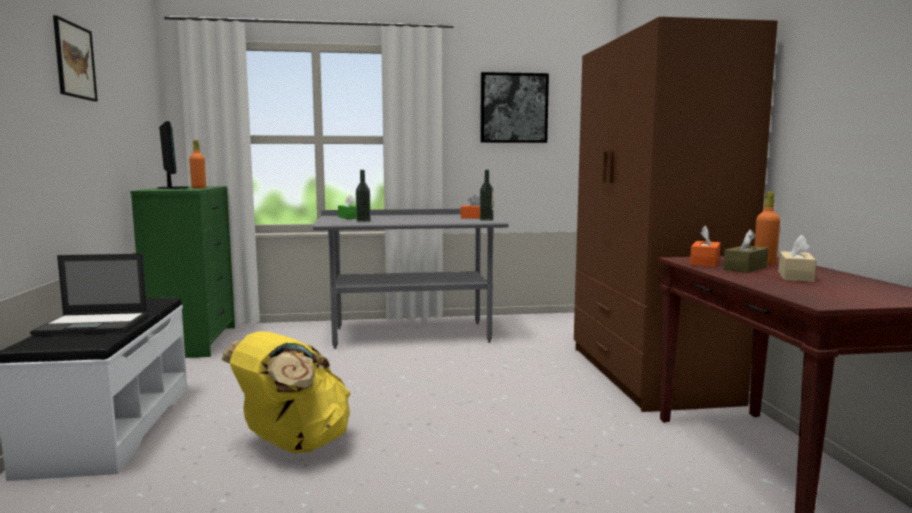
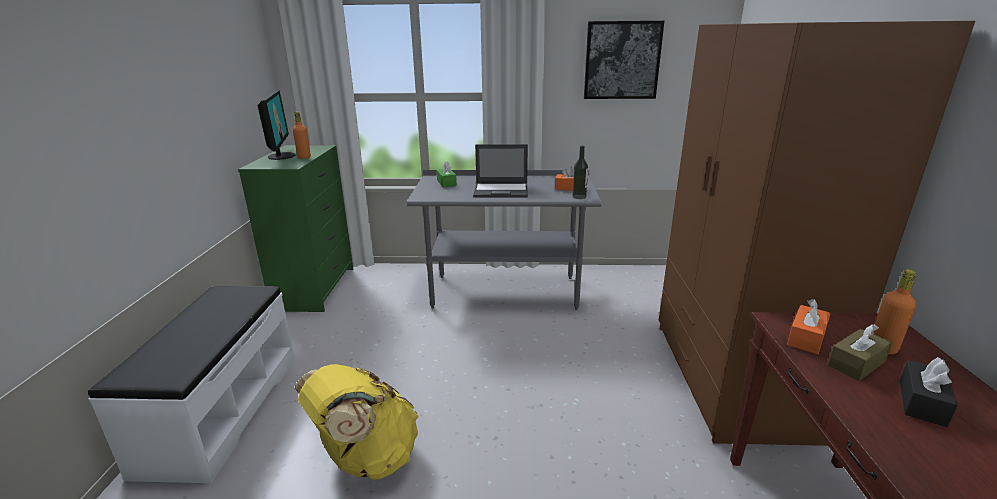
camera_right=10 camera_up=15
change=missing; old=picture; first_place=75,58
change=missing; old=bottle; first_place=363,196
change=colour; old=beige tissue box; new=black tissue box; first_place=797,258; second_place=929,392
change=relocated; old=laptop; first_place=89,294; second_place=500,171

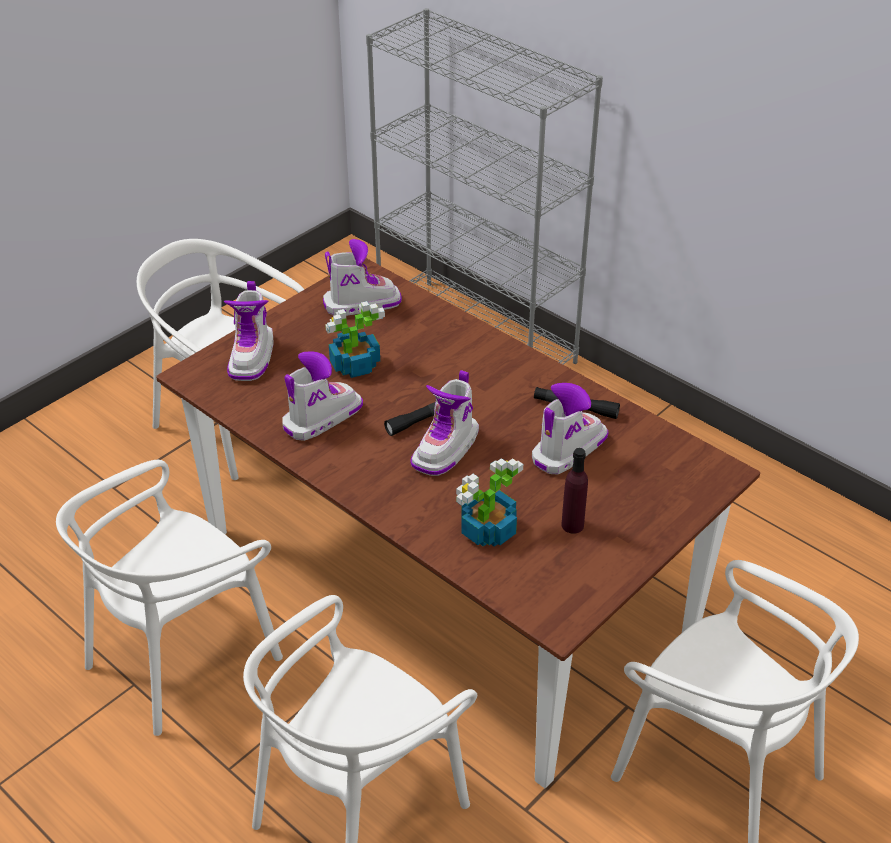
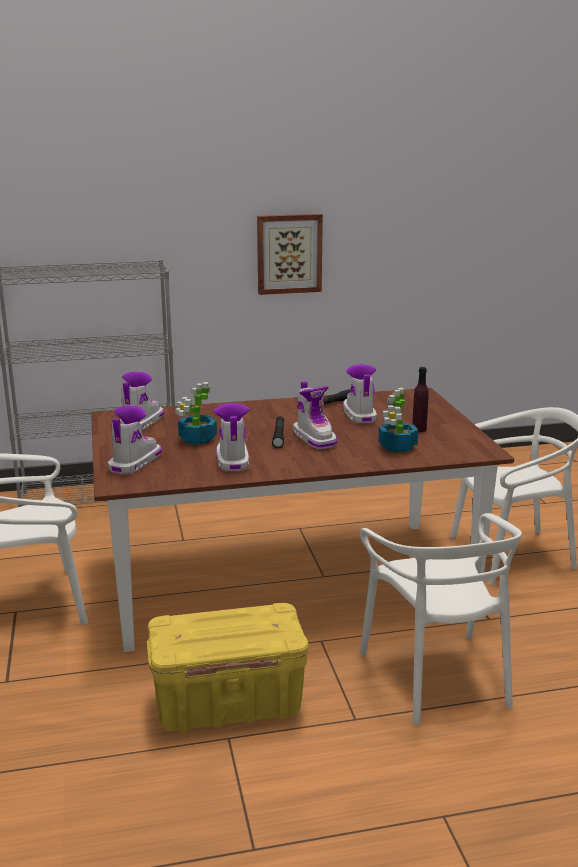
camera_right=-55 camera_up=-20
change=spun; old=boot; first_place=249,331; second_place=135,440; degrees=-105
change=exchanged; old=white chair; new=yellow storage box; first_place=169,598; second_place=228,668
change=appeared; new=picture; second_place=290,254

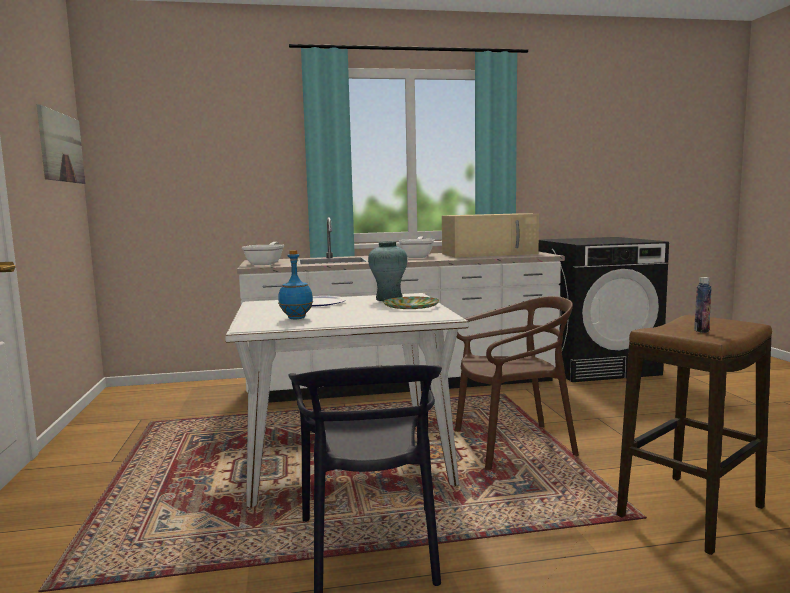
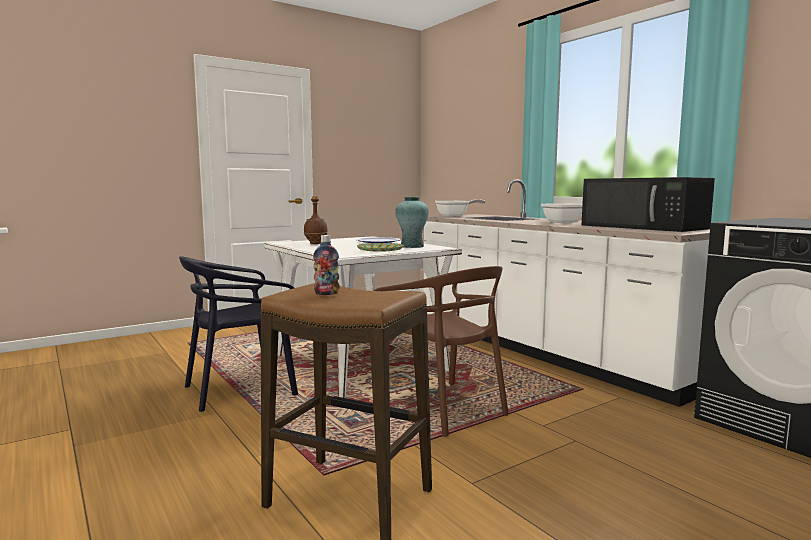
camera_right=65 camera_up=0
change=missing; old=picture; first_place=61,144
change=colour; old=beige microwave; new=black microwave; first_place=490,235; second_place=648,204
change=colour; old=blue bottle; new=brown bottle; first_place=295,284; second_place=316,220

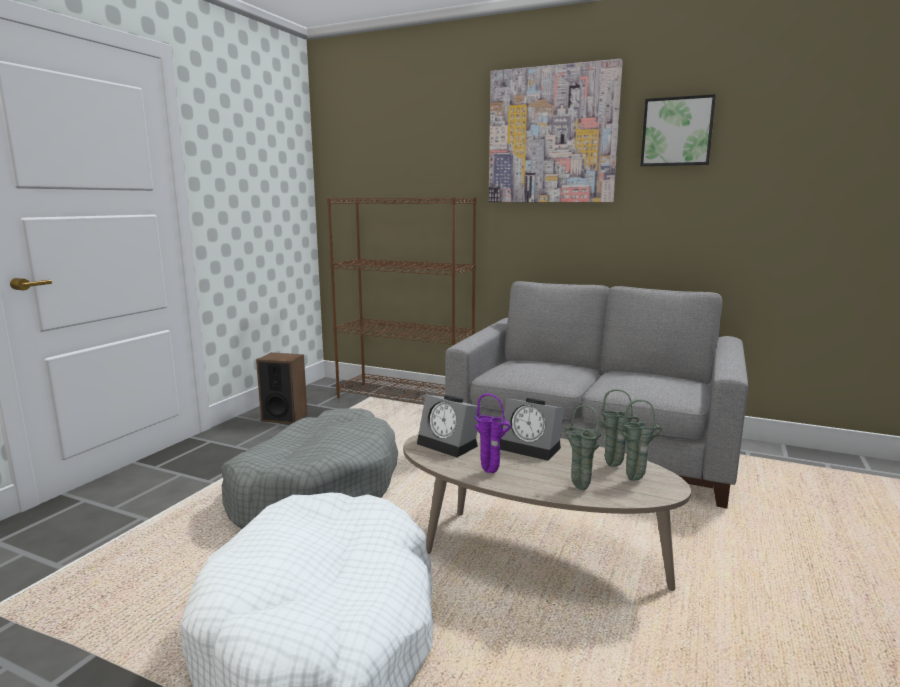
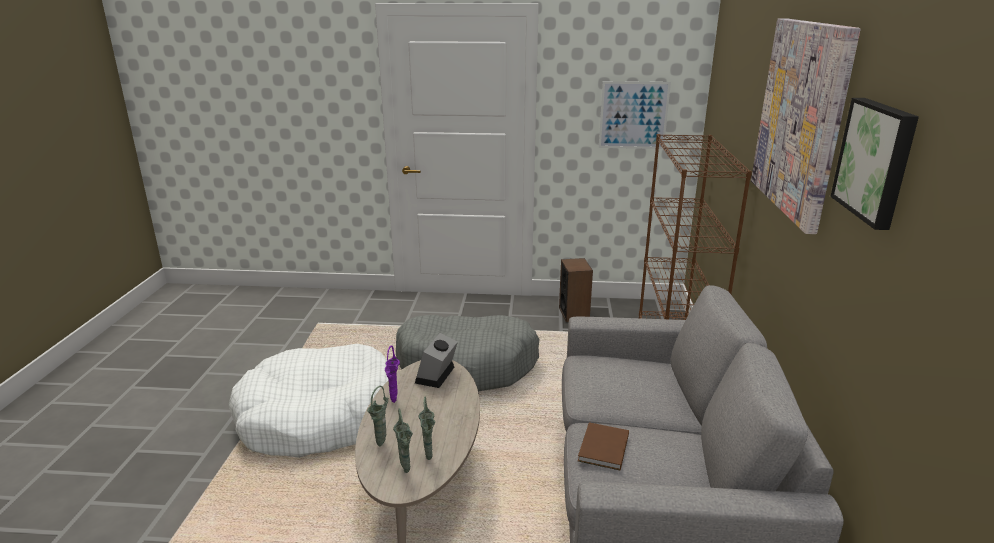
camera_right=70 camera_up=10
change=missing; old=alarm clock; first_place=532,429
change=appeared; new=picture; second_place=635,115
change=appeared; new=brown book; second_place=603,446

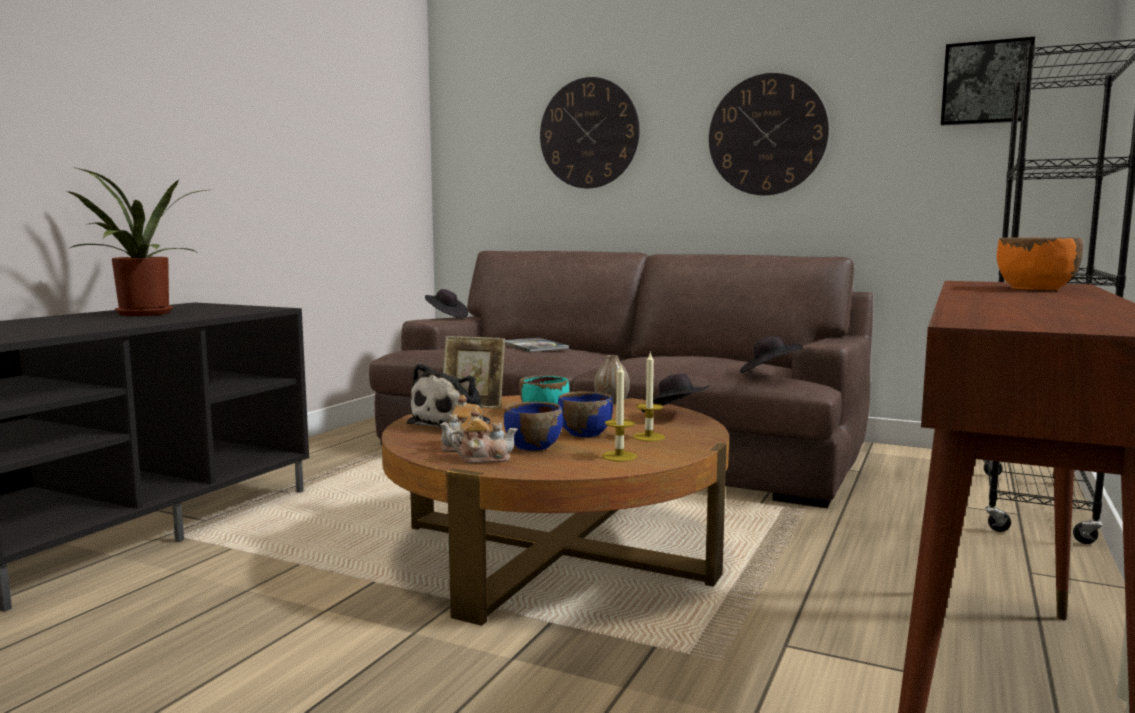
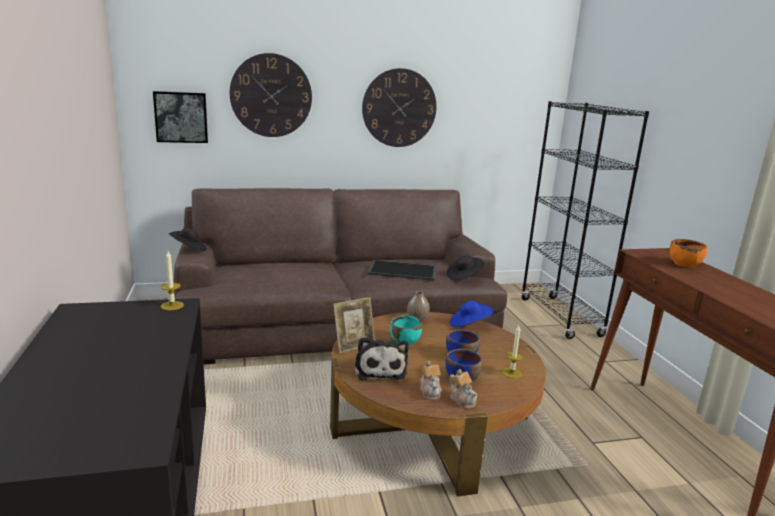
camera_right=-40 camera_up=10
change=relocated; old=picture; first_place=988,81; second_place=180,117
change=missing; old=potted plant; first_place=137,241
change=missing; old=book; first_place=537,344
change=relocated; old=candle; first_place=649,396; second_place=172,280
change=colour; old=black hat; new=blue hat; first_place=675,393; second_place=471,314
change=spun; old=teapot; first_place=483,436; second_place=463,389; degrees=105
change=appeared; new=tray; second_place=402,270

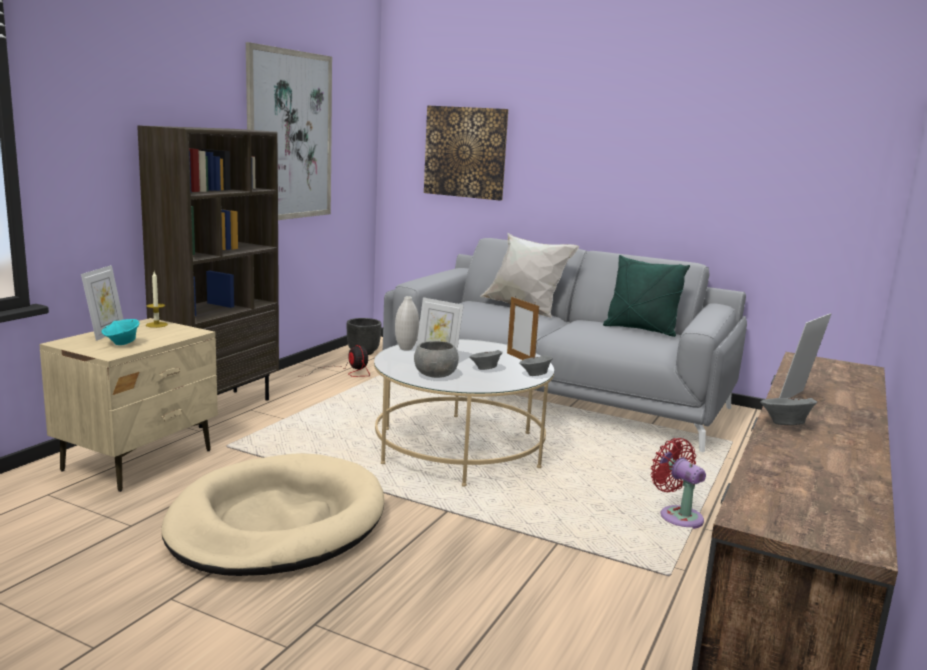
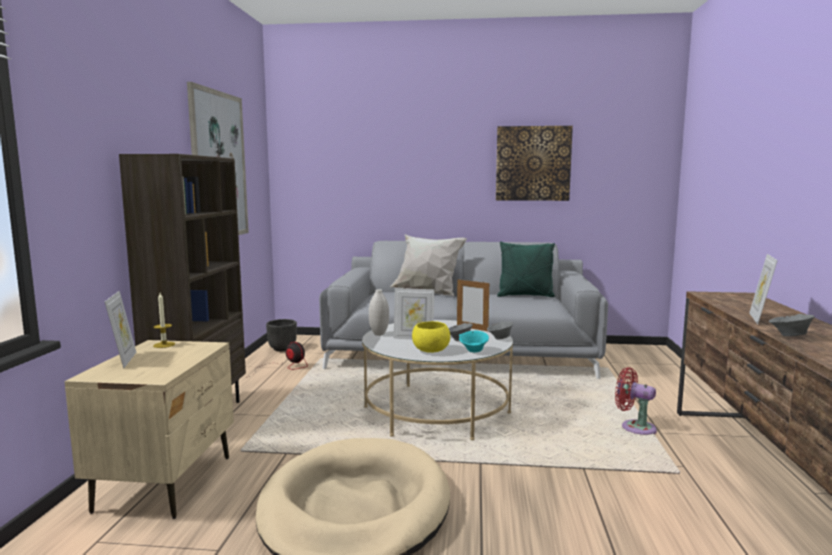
camera_right=-20 camera_up=-5
change=relocated; old=picture; first_place=466,152; second_place=534,163
change=relocated; old=turquoise bowl; first_place=120,332; second_place=474,341
change=colour; old=grey bowl; new=yellow bowl; first_place=436,359; second_place=431,337

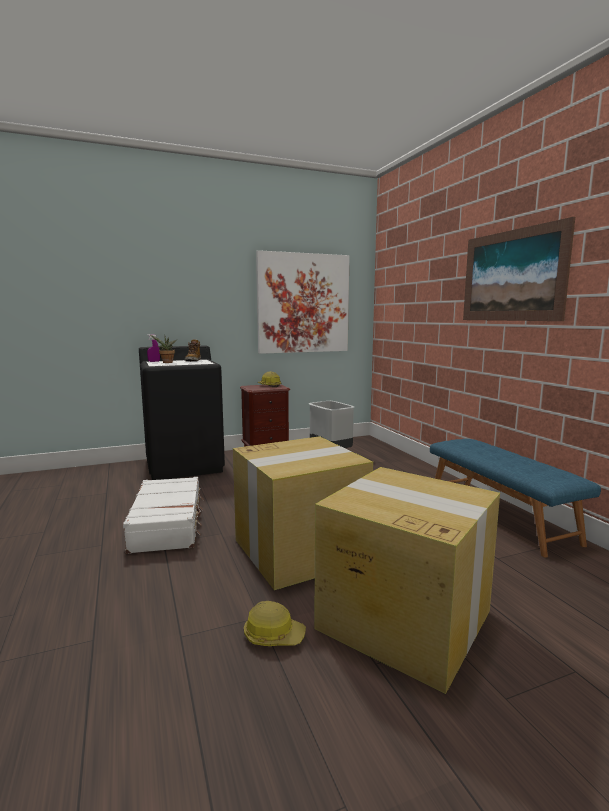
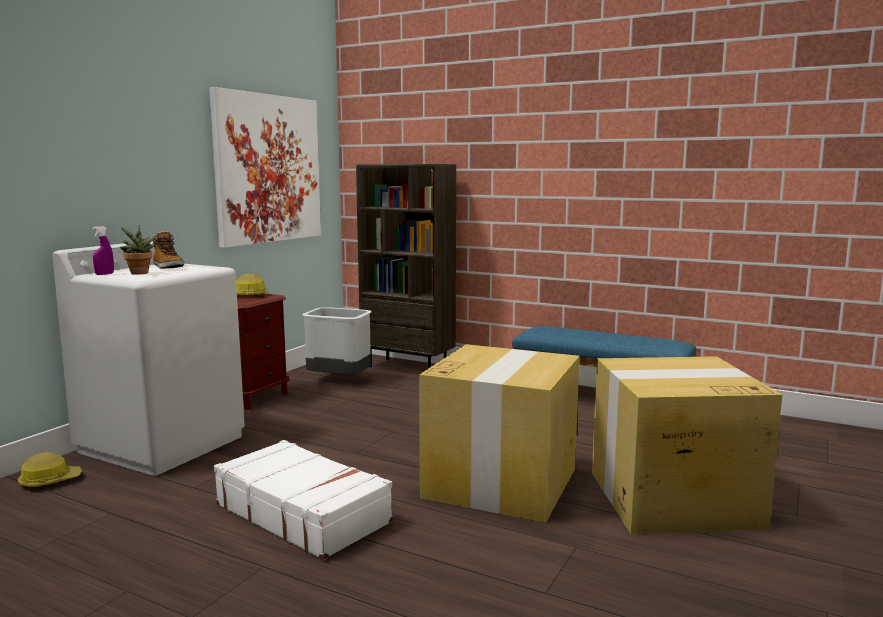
camera_right=-40 camera_up=0
change=missing; old=picture; first_place=519,269
change=colour; old=black washing machine; new=white washing machine; first_place=182,413; second_place=148,358
change=relocated; old=hard hat; first_place=275,623; second_place=50,470
change=appeared; new=brown bookcase; second_place=406,266

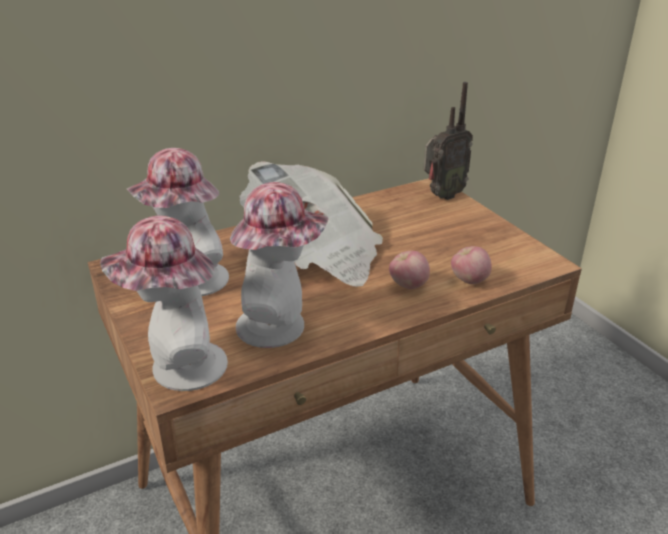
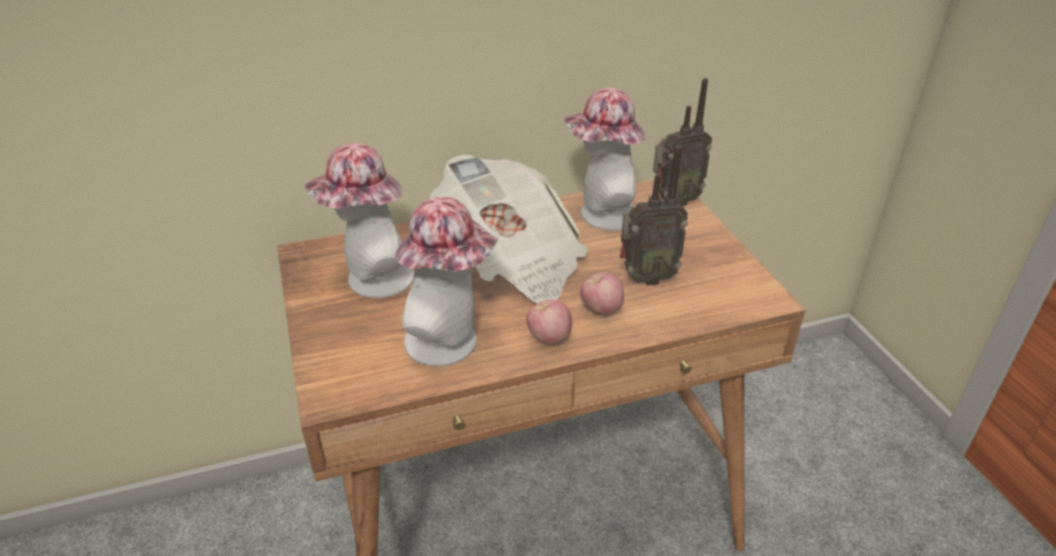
camera_right=10 camera_up=5
change=relocated; old=hat; first_place=164,303; second_place=604,159
change=relocated; old=apple; first_place=471,265; second_place=549,321
change=appeared; new=radio; second_place=654,215

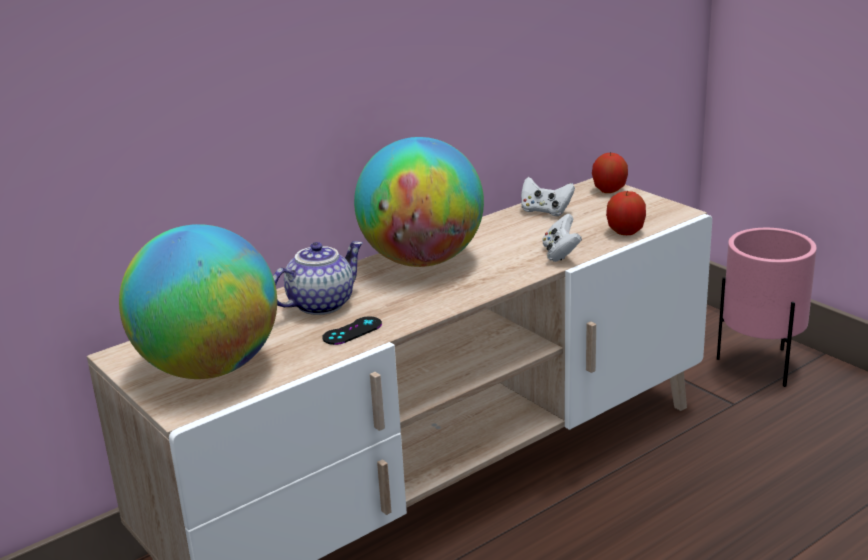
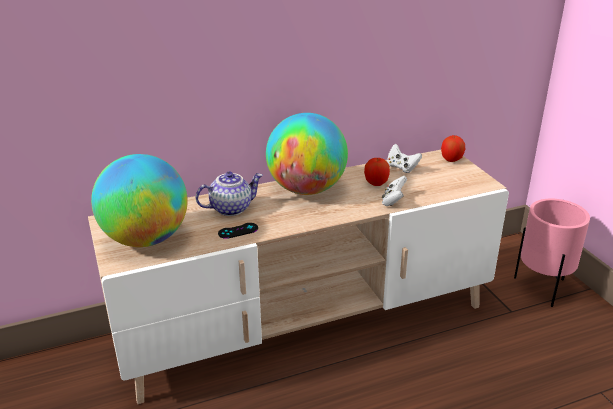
camera_right=15 camera_up=5
change=relocated; old=apple; first_place=626,213; second_place=377,172

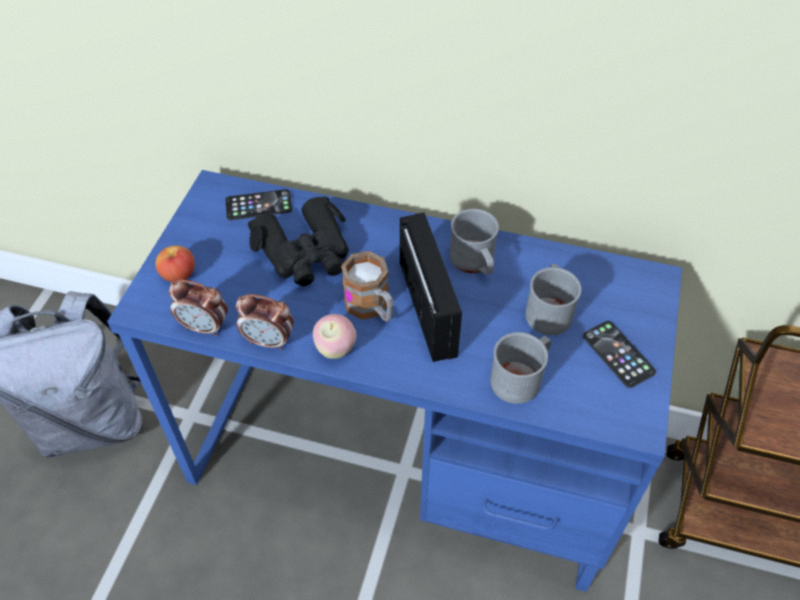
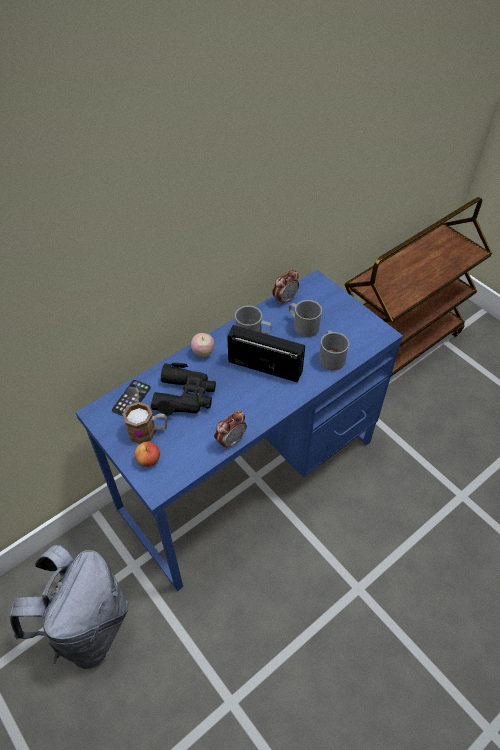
camera_right=-55 camera_up=0
change=relocated; old=mug; first_place=367,286; second_place=144,423
change=relocated; old=alarm clock; first_place=198,308; second_place=285,287
change=relocated; old=apple; first_place=334,336; second_place=202,345
change=missing; old=phone; first_place=619,354

